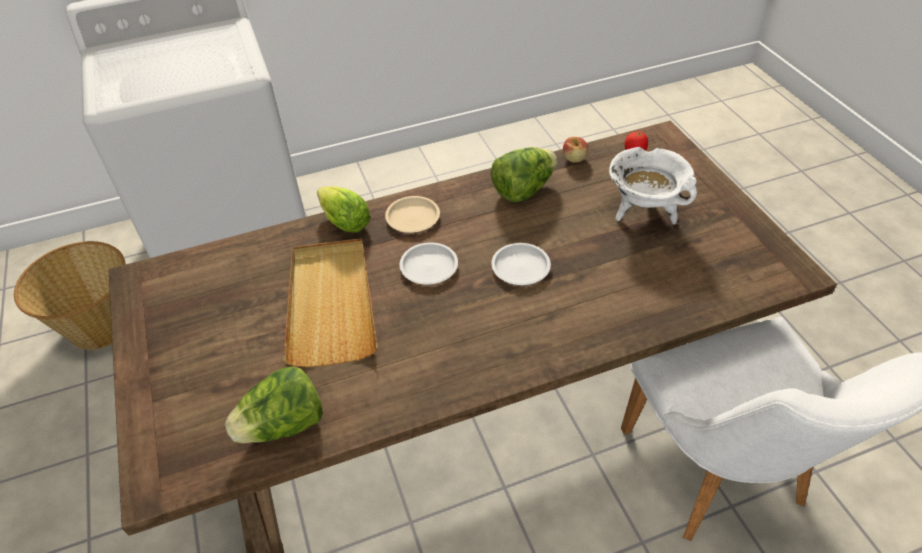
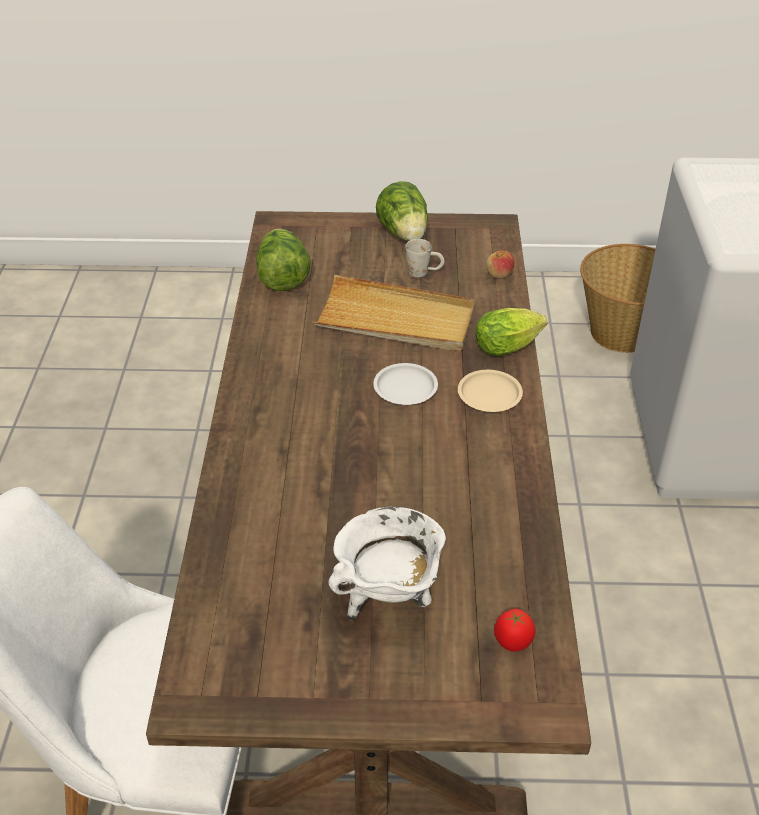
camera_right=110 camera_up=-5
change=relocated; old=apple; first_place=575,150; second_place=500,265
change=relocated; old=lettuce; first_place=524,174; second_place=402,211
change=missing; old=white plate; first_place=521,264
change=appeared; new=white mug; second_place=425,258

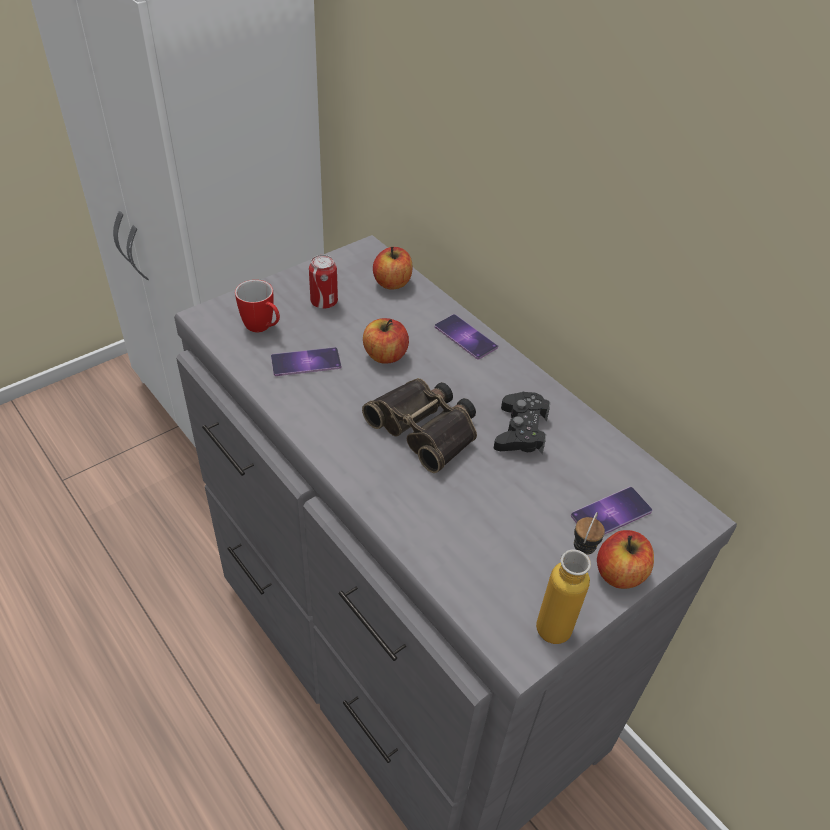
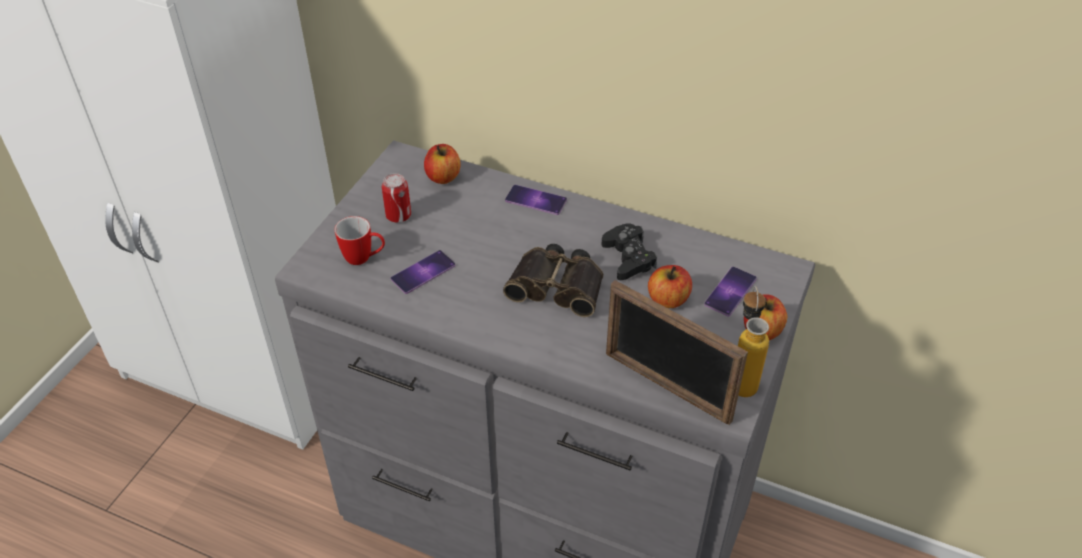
camera_right=-25 camera_up=0
change=relocated; old=apple; first_place=386,341; second_place=670,286
change=appeared; new=picture frame; second_place=677,352

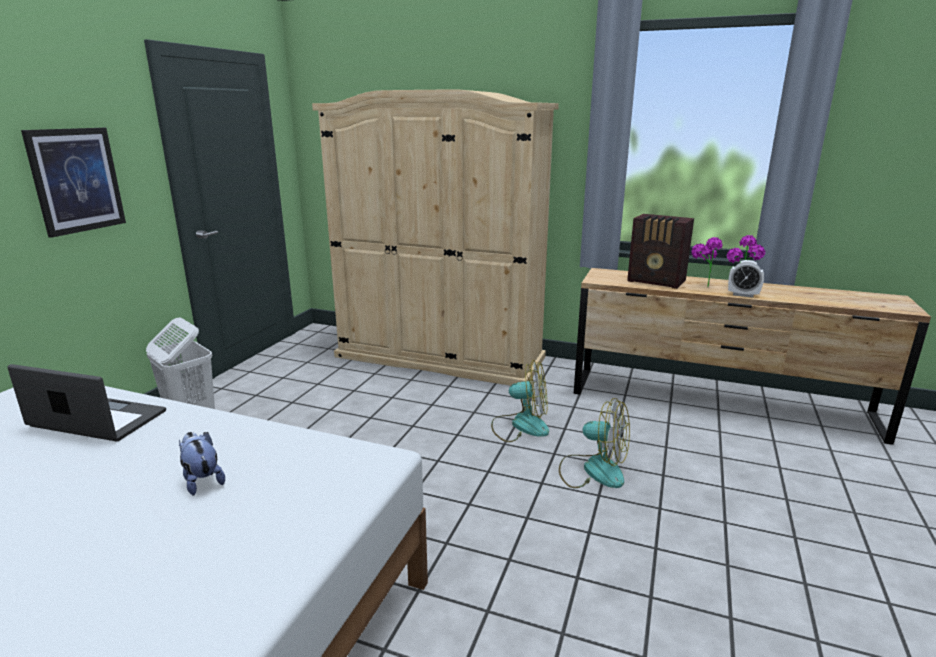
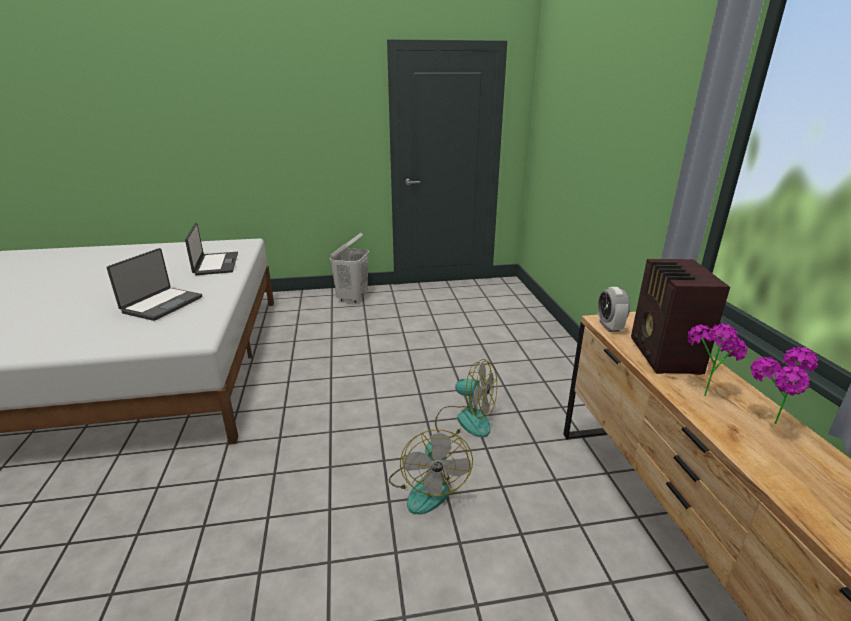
camera_right=60 camera_up=5
change=missing; old=beige wardrobe; first_place=435,237
change=missing; old=picture; first_place=73,183
change=relocated; old=alarm clock; first_place=746,279; second_place=614,309
change=spun; old=fan; first_place=520,401; second_place=466,398; degrees=-45
change=exchanged; old=plush toy; new=laptop; first_place=202,463; second_place=154,284

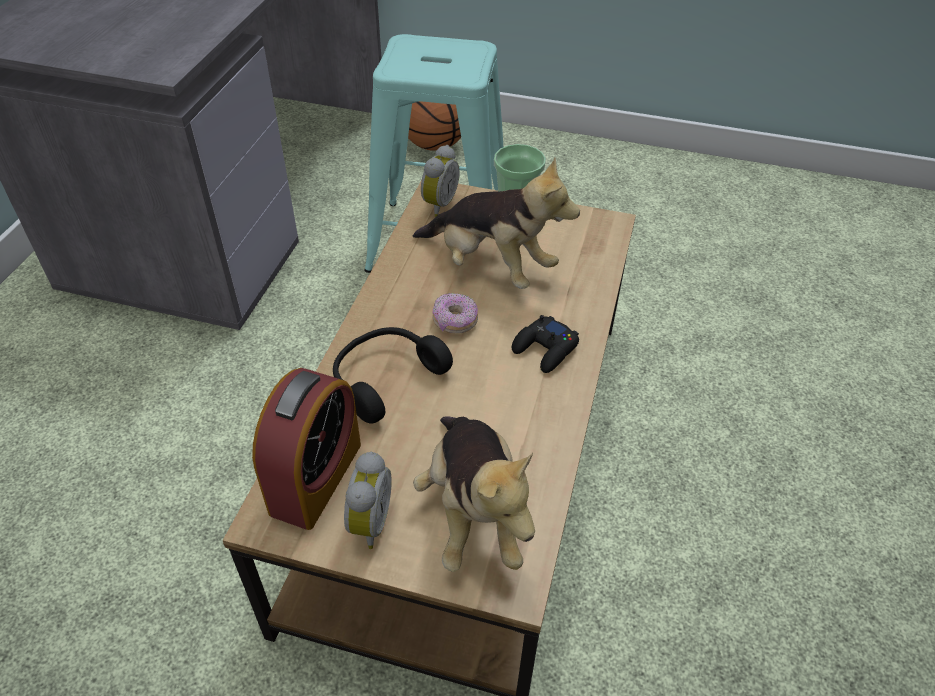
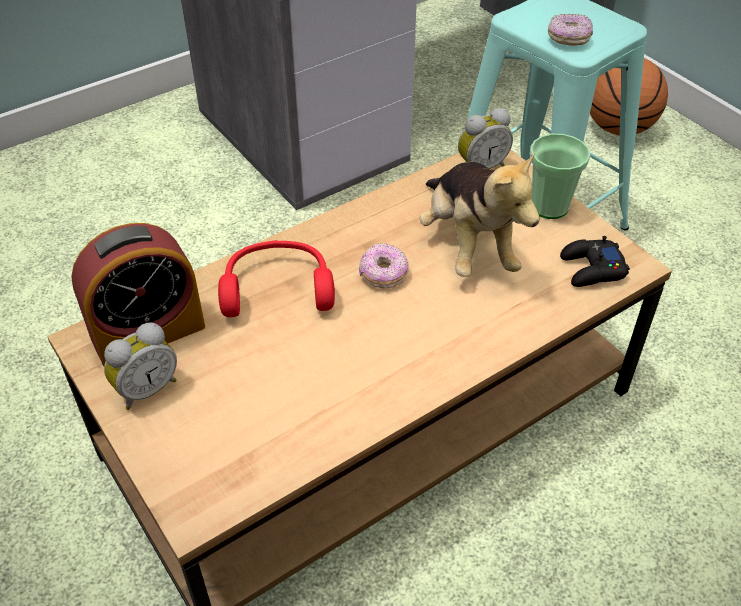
camera_right=40 camera_up=0
change=relocated; old=black game controller; first_place=545,344; second_place=595,261
change=colour; old=black headphones; new=red headphones; first_place=393,375; second_place=276,278
change=missing; old=plush toy; first_place=474,494
change=appeared; new=donut; second_place=570,30

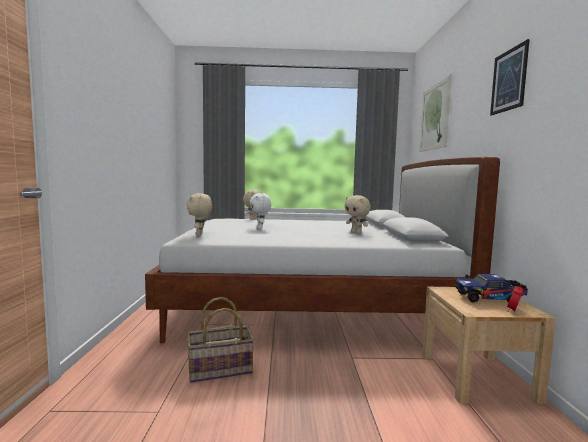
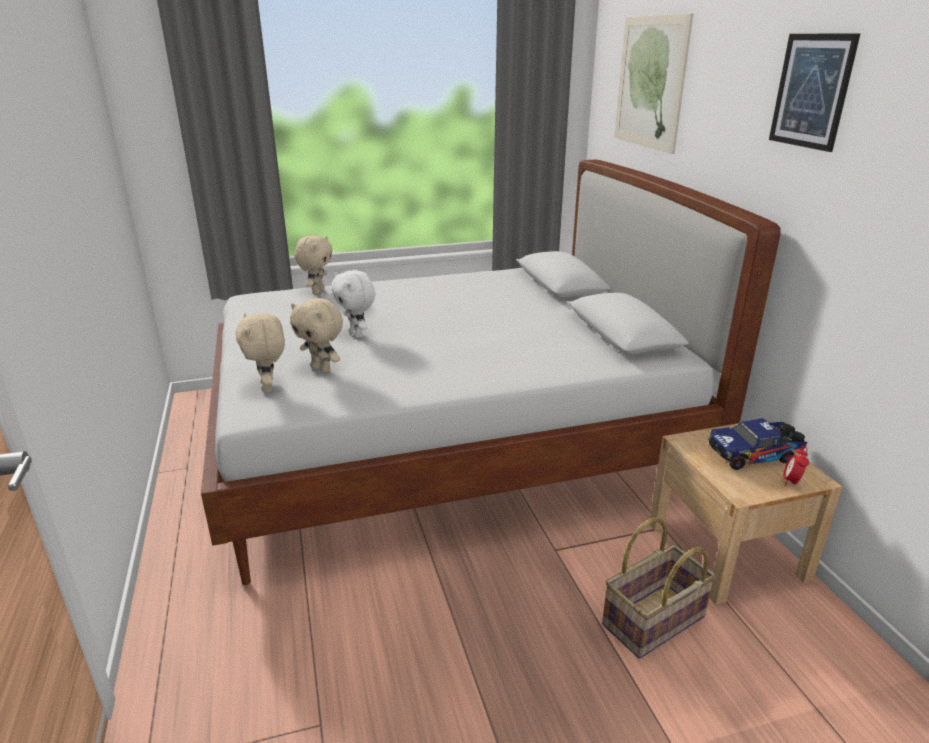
camera_right=-15 camera_up=20
change=relocated; old=beige plush toy; first_place=358,214; second_place=316,335
change=relocated; old=basket; first_place=220,340; second_place=659,588

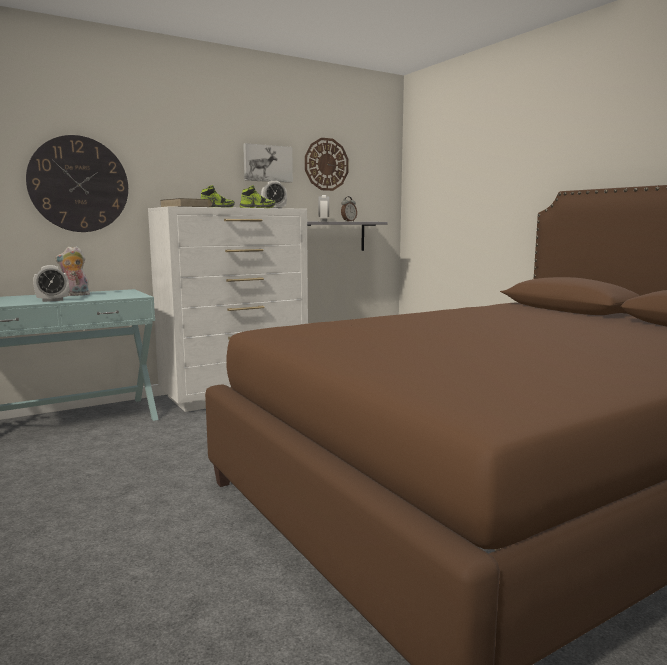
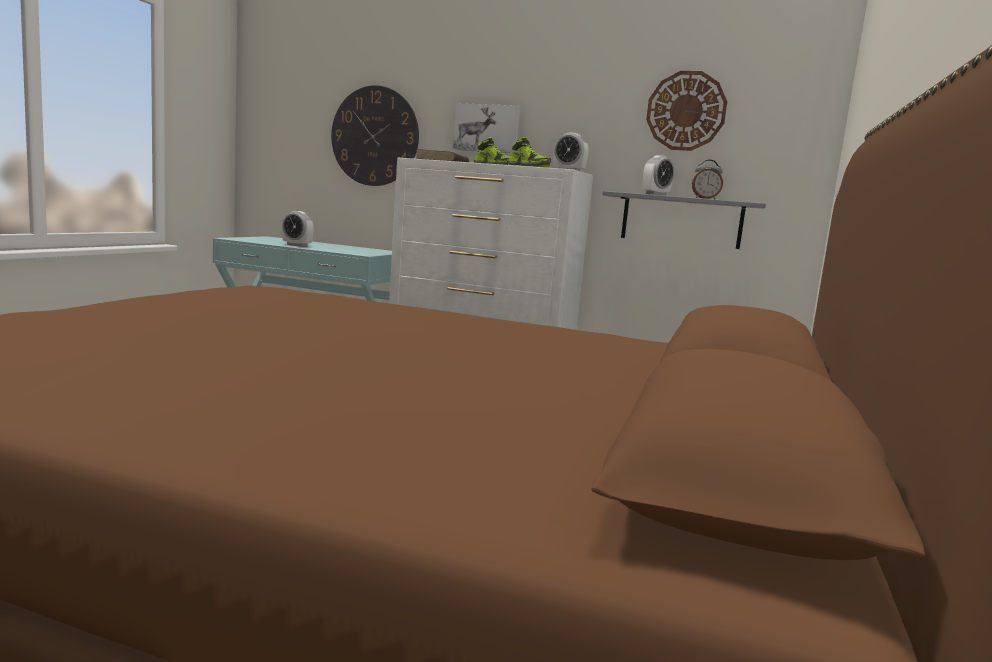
camera_right=50 camera_up=0
change=relocated; old=picture; first_place=268,163; second_place=487,128
change=missing; old=plush toy; first_place=73,271

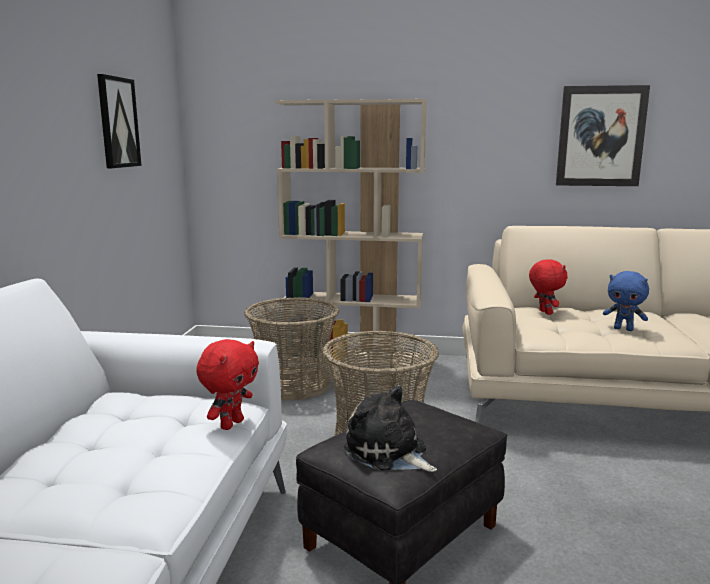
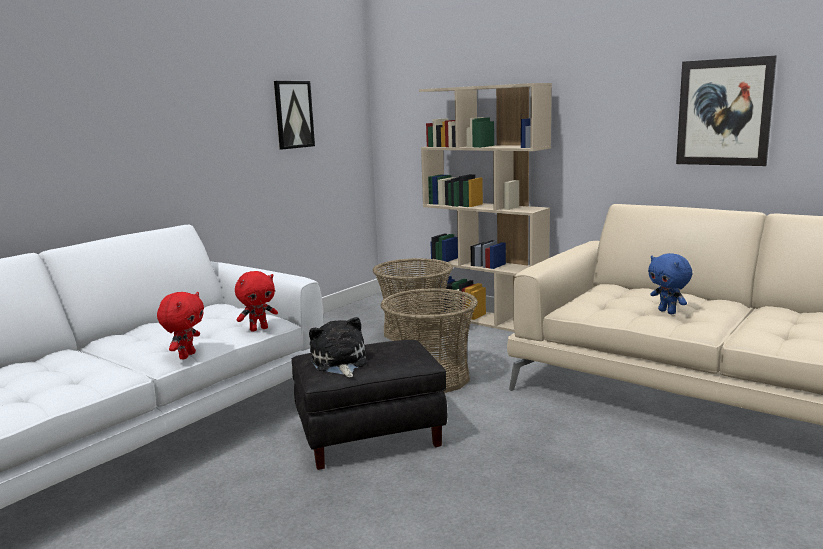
camera_right=30 camera_up=0
change=relocated; old=red plush toy; first_place=548,287; second_place=180,325

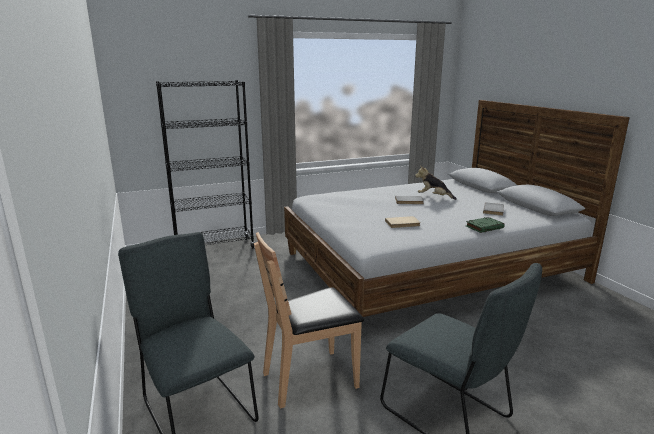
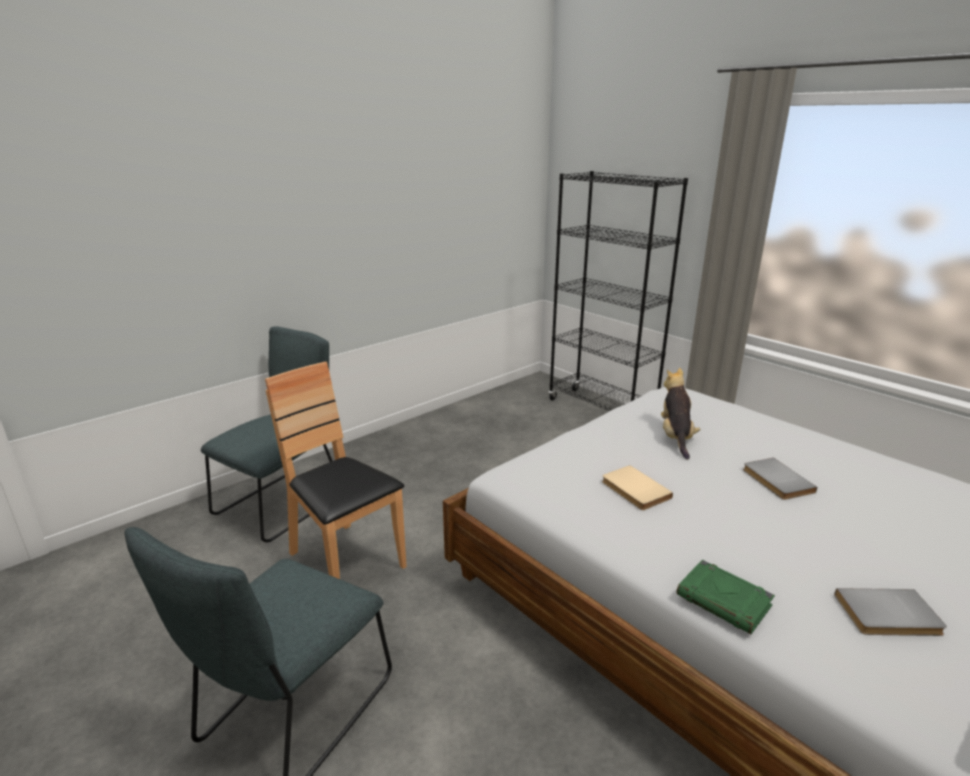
camera_right=70 camera_up=5
change=relocated; old=plush toy; first_place=436,183; second_place=681,414

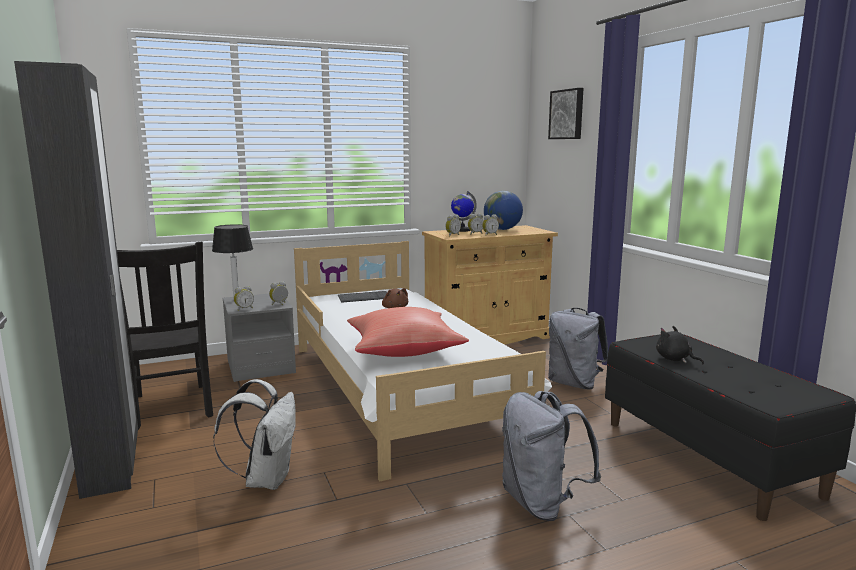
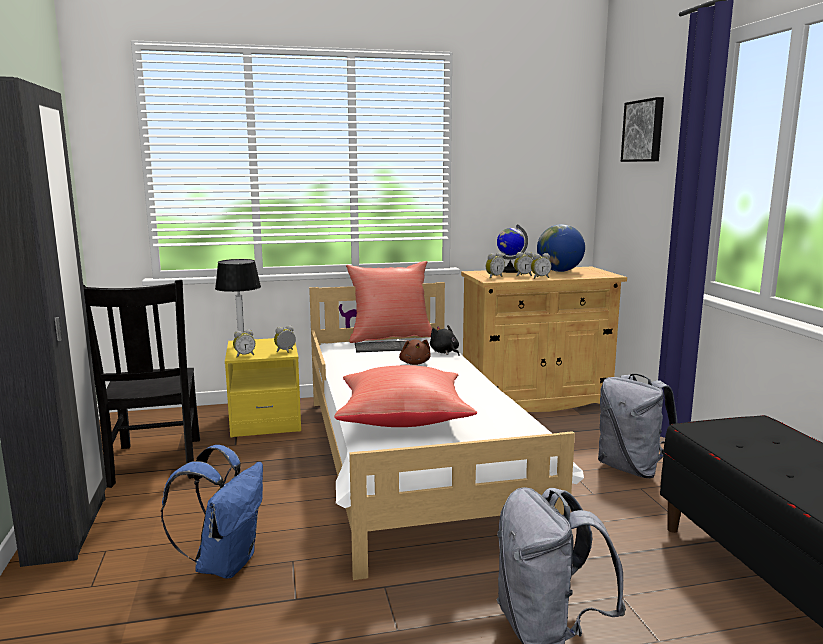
camera_right=10 camera_up=0
change=colour; old=grey nightstand; new=yellow nightstand; first_place=259,338; second_place=263,387
change=relocated; old=black plush toy; first_place=680,345; second_place=444,340
change=colour; old=white backpack; new=blue backpack; first_place=254,434; second_place=212,512
change=appeared; new=red pillow; second_place=389,302

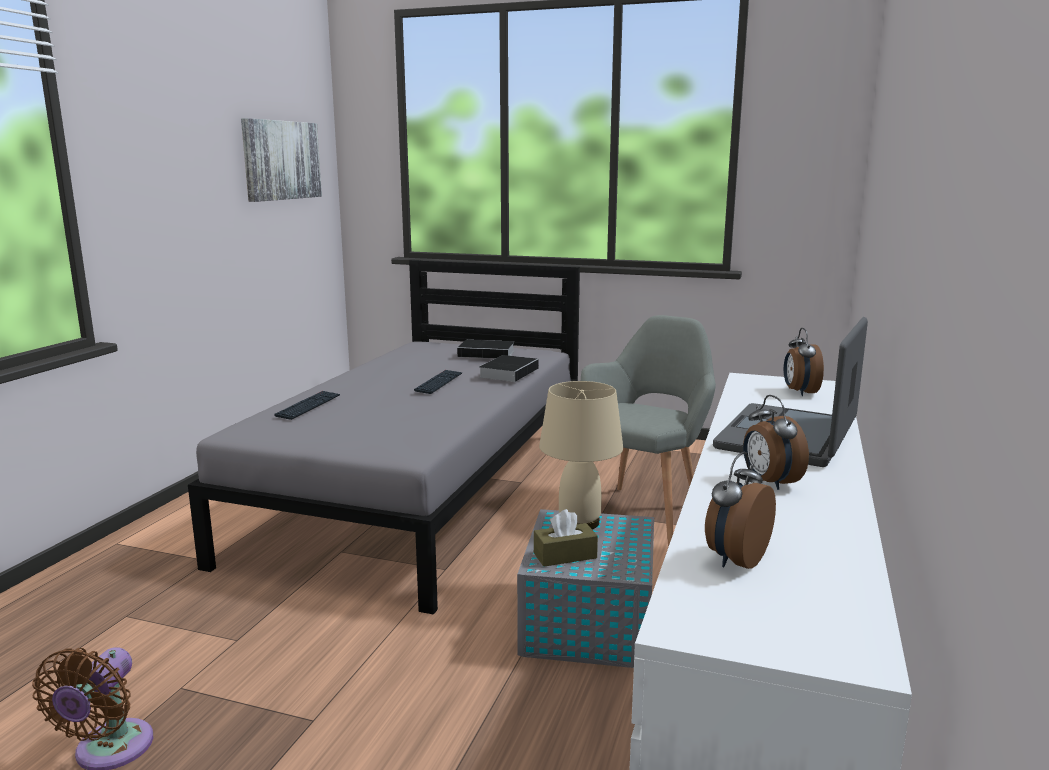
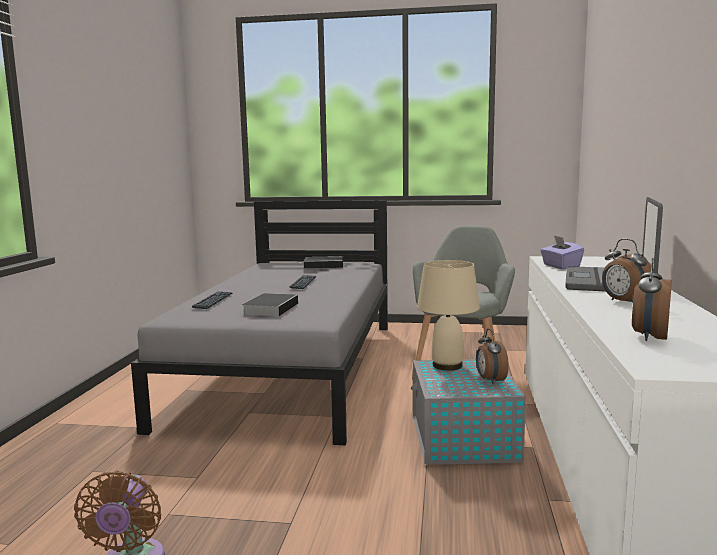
camera_right=-10 camera_up=-5
change=missing; old=picture; first_place=281,160
change=relocated; old=alarm clock; first_place=804,362; second_place=492,356
change=relocated; old=book; first_place=509,368; second_place=270,305
change=missing; old=brown tissue box; first_place=566,538
change=appeared; new=purple tissue box; second_place=562,252

